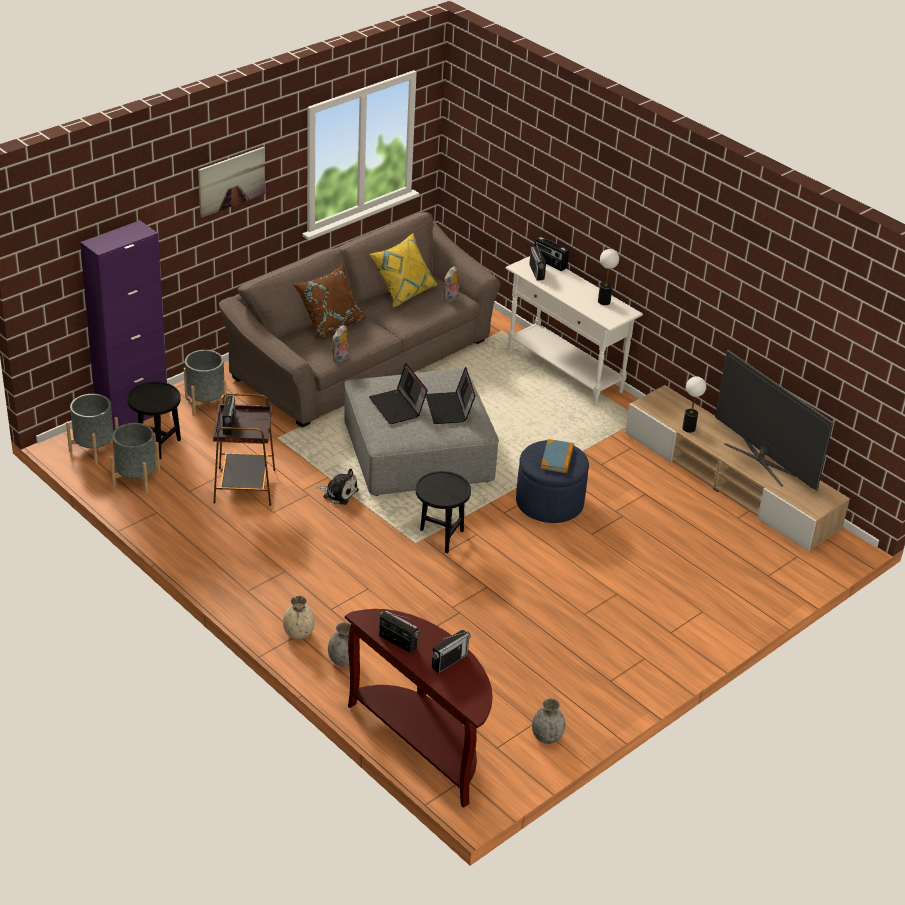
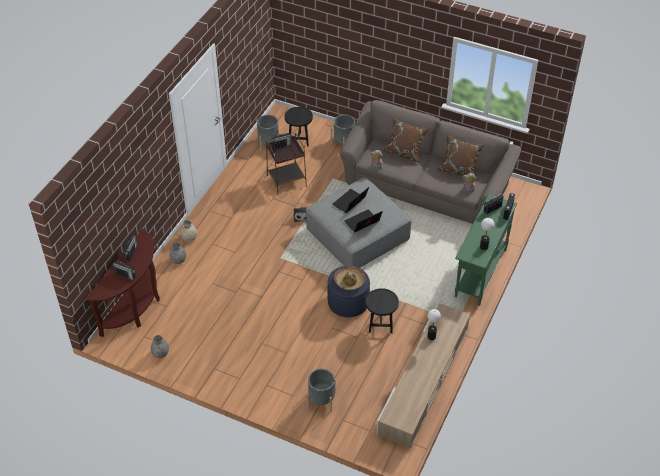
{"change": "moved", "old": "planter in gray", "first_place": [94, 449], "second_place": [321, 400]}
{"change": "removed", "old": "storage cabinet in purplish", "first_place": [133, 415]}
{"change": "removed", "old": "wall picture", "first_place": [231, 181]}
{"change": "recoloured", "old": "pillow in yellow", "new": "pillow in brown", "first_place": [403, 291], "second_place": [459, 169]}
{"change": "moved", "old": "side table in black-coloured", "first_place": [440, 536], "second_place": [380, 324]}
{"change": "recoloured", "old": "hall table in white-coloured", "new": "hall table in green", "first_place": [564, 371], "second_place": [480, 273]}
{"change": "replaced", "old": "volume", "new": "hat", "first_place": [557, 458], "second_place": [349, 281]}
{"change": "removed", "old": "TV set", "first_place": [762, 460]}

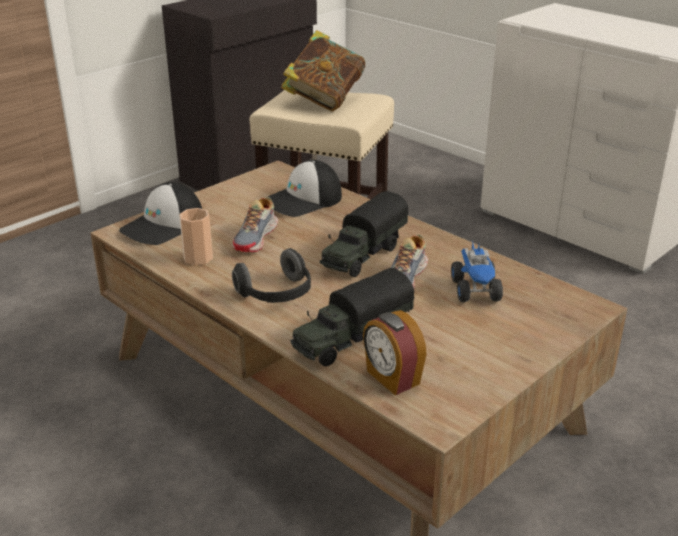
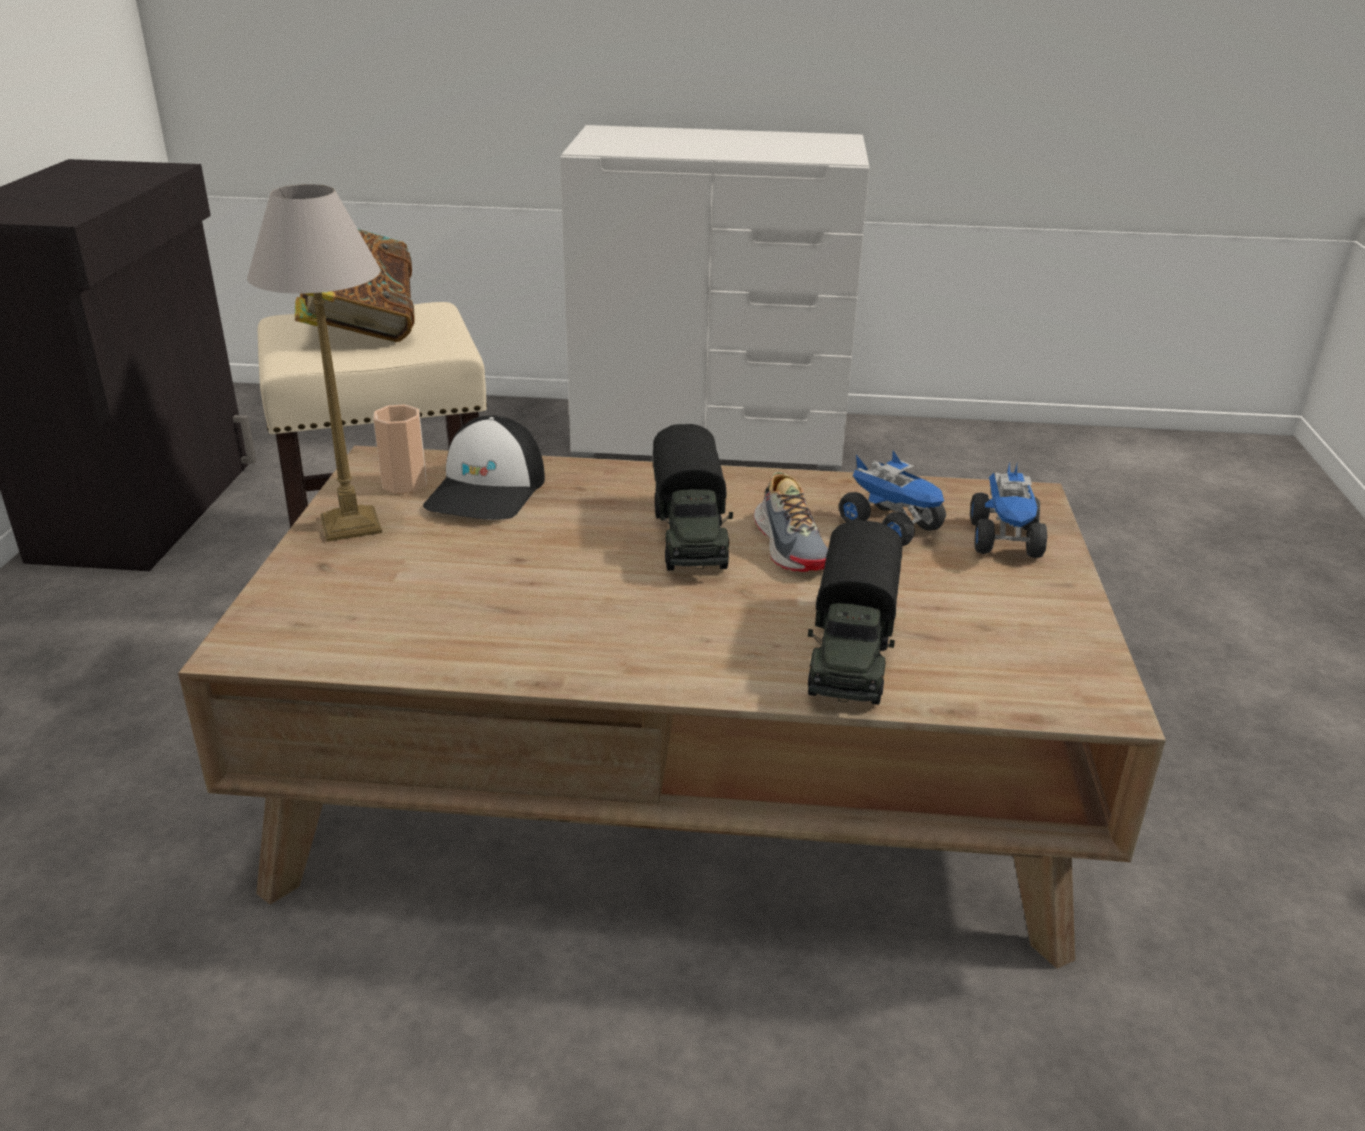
{"change": "removed", "old": "baseball cap", "first_place": [163, 226]}
{"change": "moved", "old": "cup", "first_place": [198, 258], "second_place": [404, 483]}
{"change": "removed", "old": "low shoe", "first_place": [256, 238]}
{"change": "removed", "old": "headphones", "first_place": [277, 295]}
{"change": "removed", "old": "alarm clock", "first_place": [392, 378]}
{"change": "added", "new": "lamp for a table", "second_place": [352, 524]}
{"change": "added", "new": "model truck", "second_place": [1006, 540]}

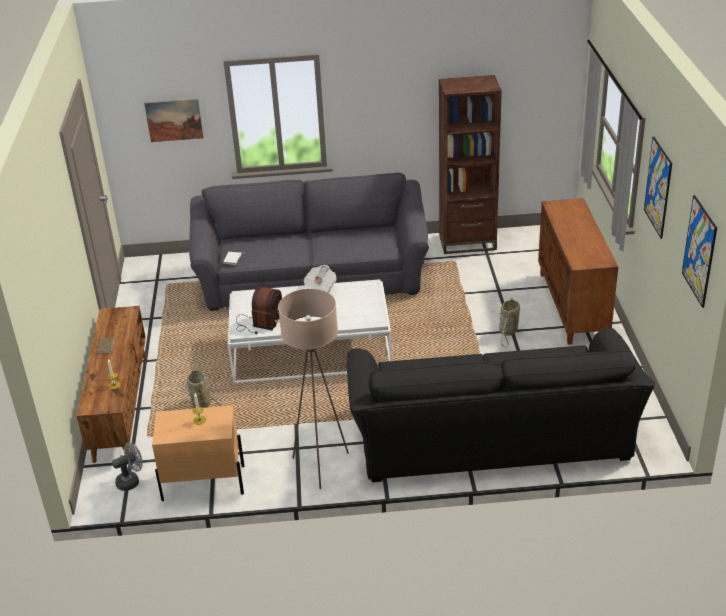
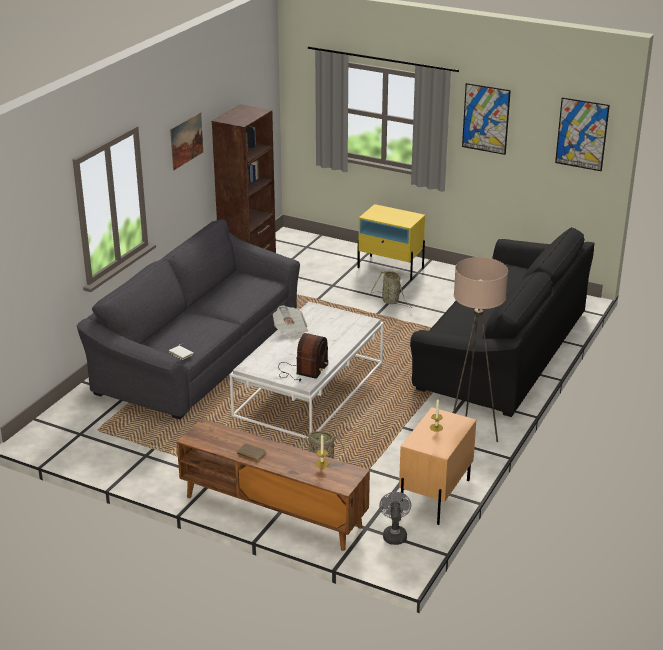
{"change": "moved", "old": "wall picture", "first_place": [174, 120], "second_place": [186, 140]}
{"change": "turned", "old": "radio set", "first_place": [259, 322], "second_place": [302, 370], "degrees": 60}
{"change": "replaced", "old": "storage cabinet in brown", "new": "bedside table in yellow", "first_place": [573, 306], "second_place": [390, 268]}

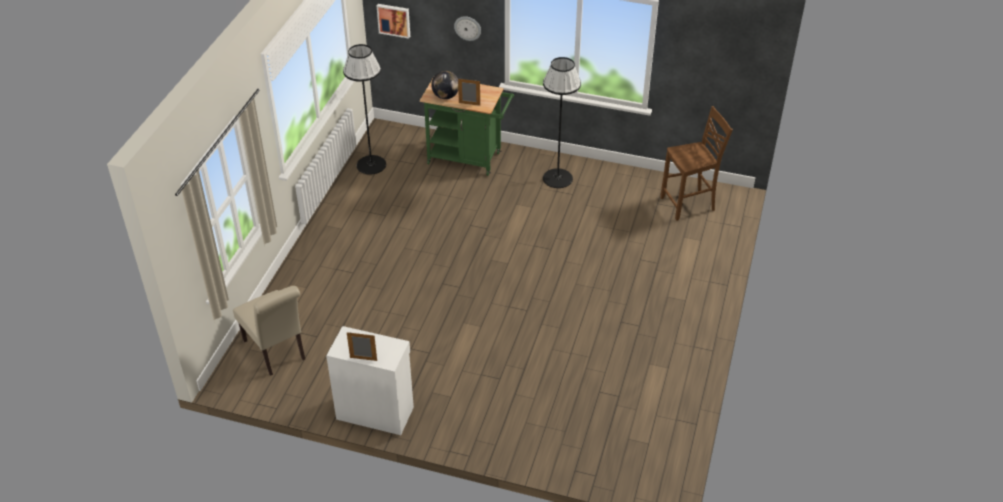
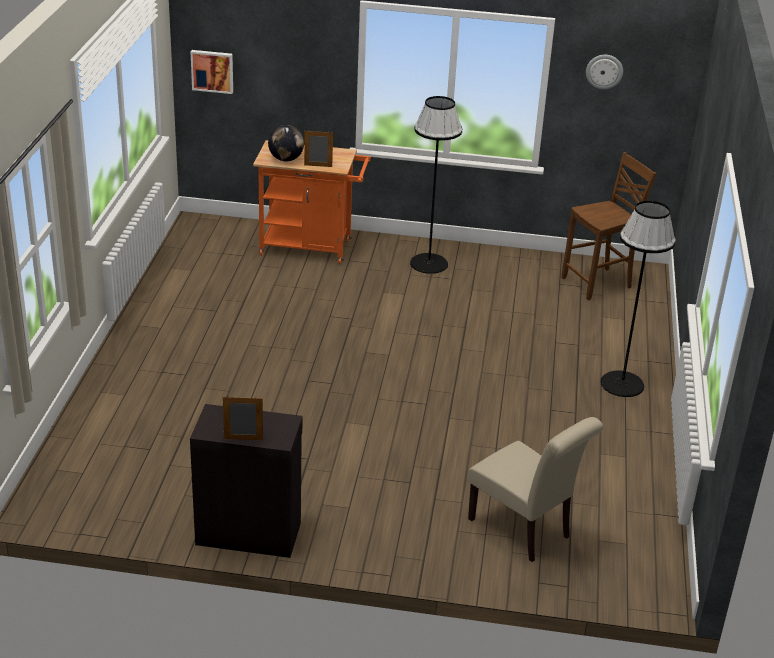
{"change": "moved", "old": "plain chair in beige", "first_place": [277, 352], "second_place": [524, 531]}
{"change": "recoloured", "old": "storage cabinet in white-coloured", "new": "storage cabinet in black-coloured", "first_place": [375, 412], "second_place": [248, 532]}
{"change": "moved", "old": "standing lamp in black-coloured", "first_place": [371, 164], "second_place": [622, 384]}
{"change": "recoloured", "old": "cart in green", "new": "cart in orange-coloured", "first_place": [468, 159], "second_place": [311, 248]}
{"change": "moved", "old": "clock on the wall", "first_place": [467, 28], "second_place": [604, 71]}

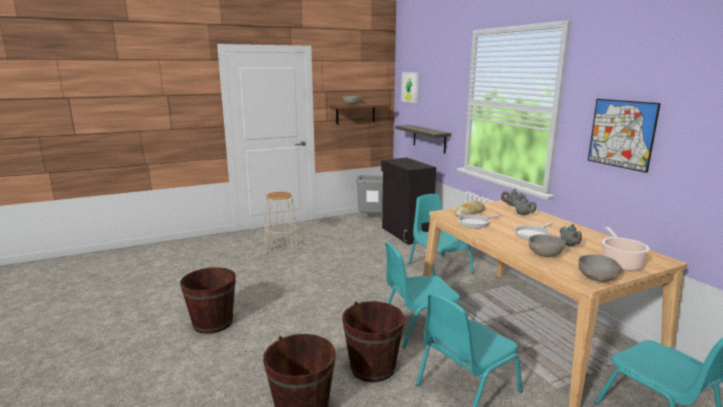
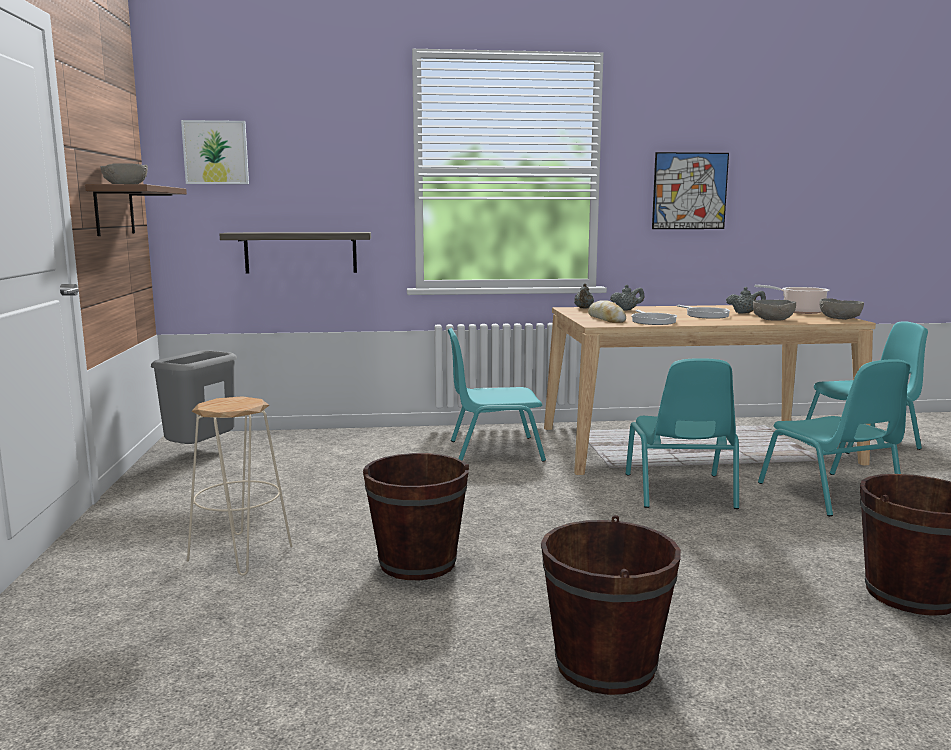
{"change": "moved", "old": "bucket in brown", "first_place": [373, 367], "second_place": [417, 563]}
{"change": "removed", "old": "storage cabinet in black-coloured", "first_place": [405, 234]}

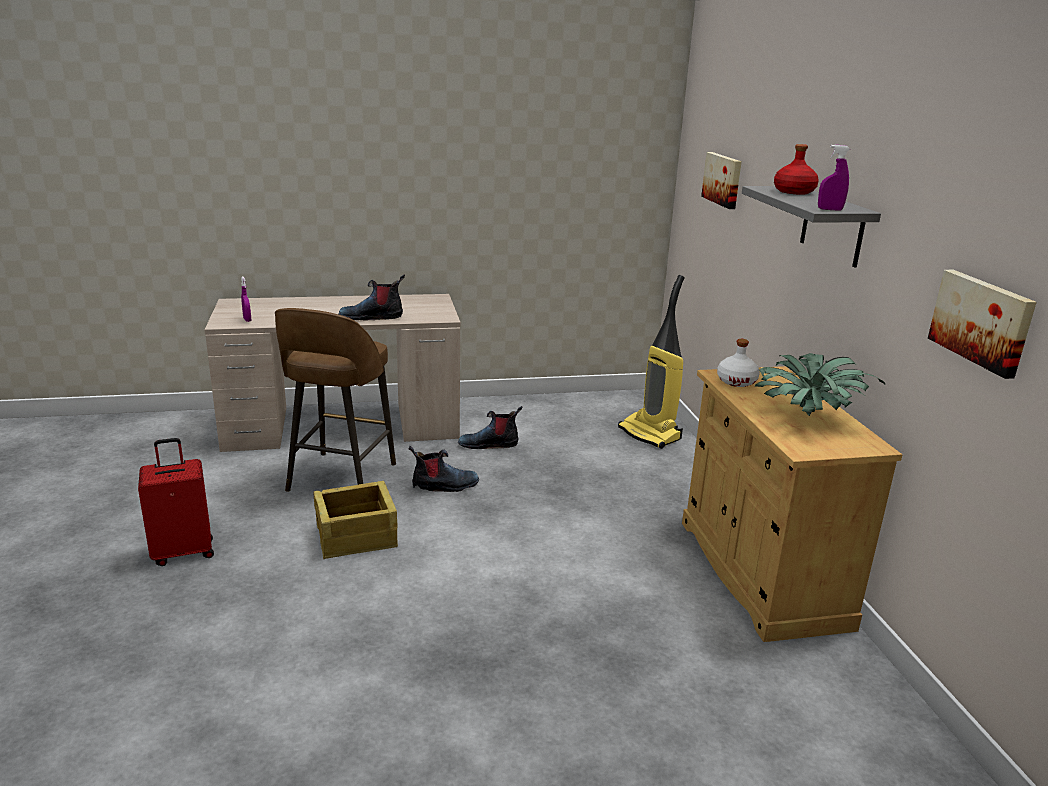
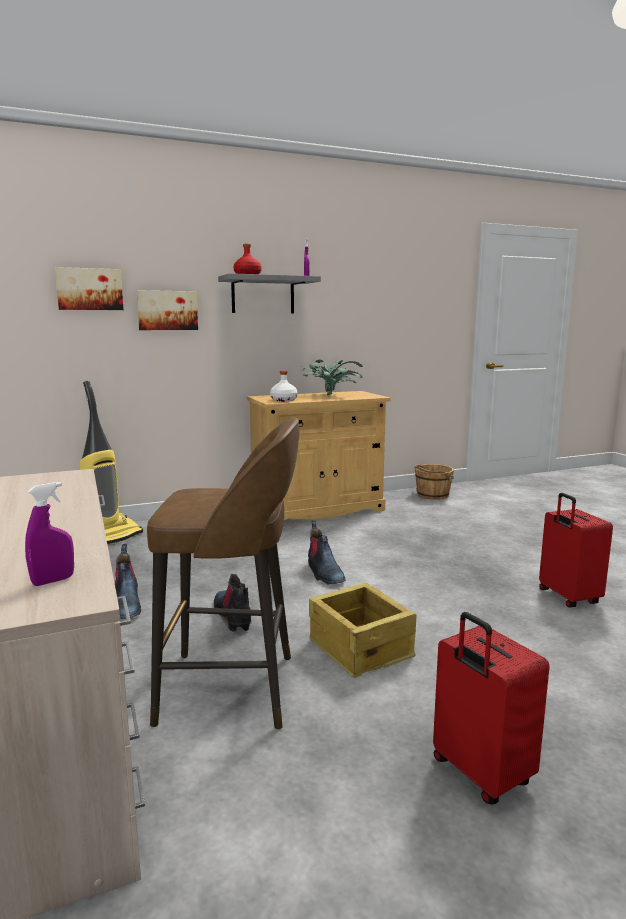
{"change": "moved", "old": "high-top boot", "first_place": [372, 317], "second_place": [324, 573]}
{"change": "moved", "old": "wall picture", "first_place": [982, 321], "second_place": [167, 310]}
{"change": "added", "new": "bucket in brown", "second_place": [432, 495]}
{"change": "added", "new": "travel case in reddish", "second_place": [567, 597]}

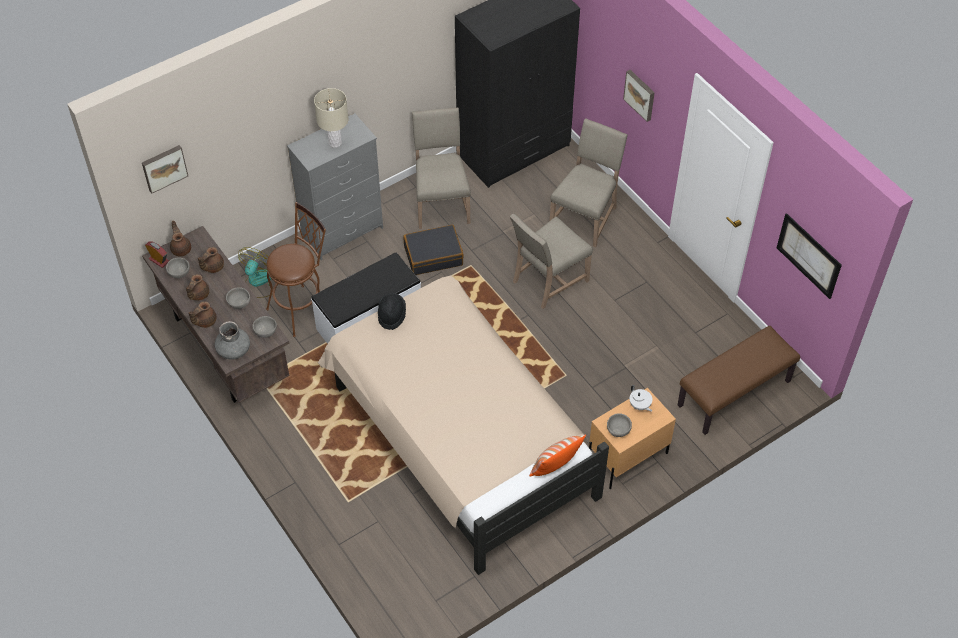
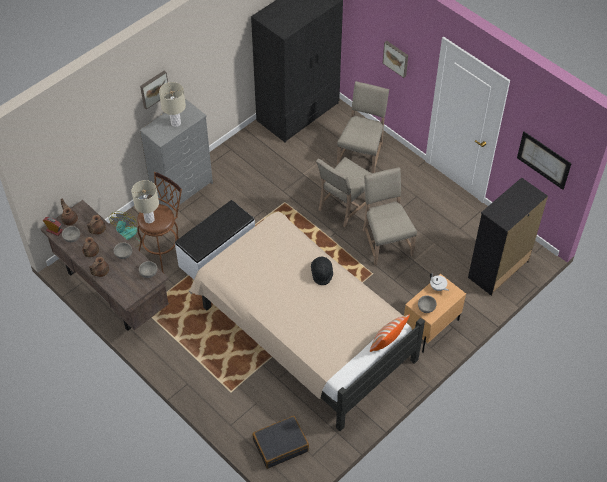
{"change": "moved", "old": "wall picture", "first_place": [164, 167], "second_place": [153, 89]}
{"change": "removed", "old": "decorative vase in gray", "first_place": [234, 350]}
{"change": "moved", "old": "hat in black-coloured", "first_place": [391, 315], "second_place": [322, 274]}
{"change": "moved", "old": "travel case in black-coloured", "first_place": [433, 255], "second_place": [280, 445]}
{"change": "moved", "old": "plain chair in beige", "first_place": [441, 203], "second_place": [385, 241]}
{"change": "replaced", "old": "bench in brown", "new": "dresser in black-coloured", "first_place": [734, 394], "second_place": [497, 269]}
{"change": "added", "new": "lamp for a table in beige", "second_place": [149, 219]}

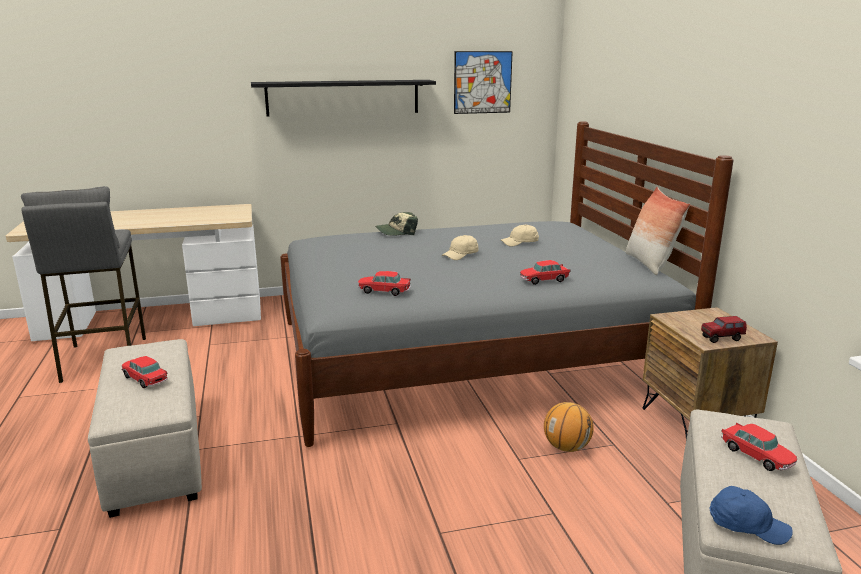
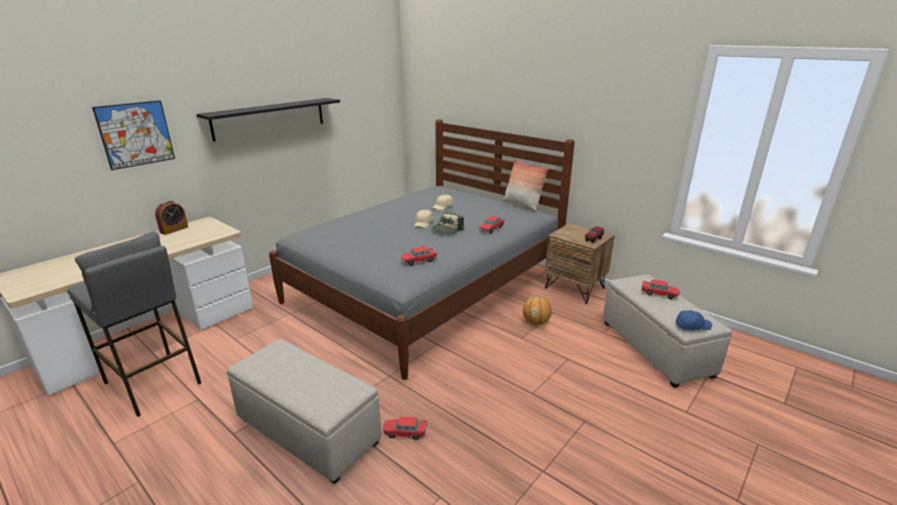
{"change": "moved", "old": "miniature car", "first_place": [145, 379], "second_place": [405, 432]}
{"change": "moved", "old": "baseball cap", "first_place": [397, 232], "second_place": [447, 230]}
{"change": "moved", "old": "wall picture", "first_place": [482, 82], "second_place": [136, 134]}
{"change": "added", "new": "alarm clock", "second_place": [174, 229]}

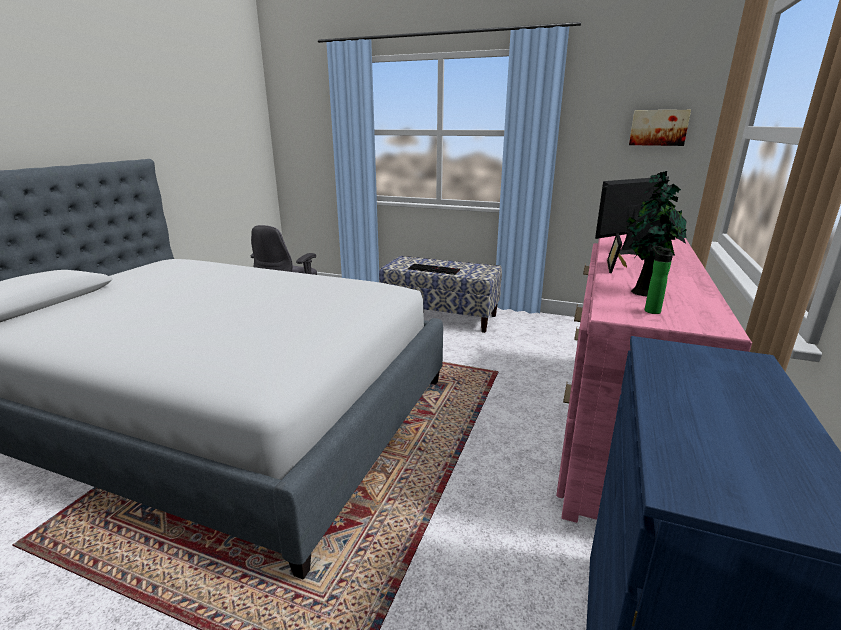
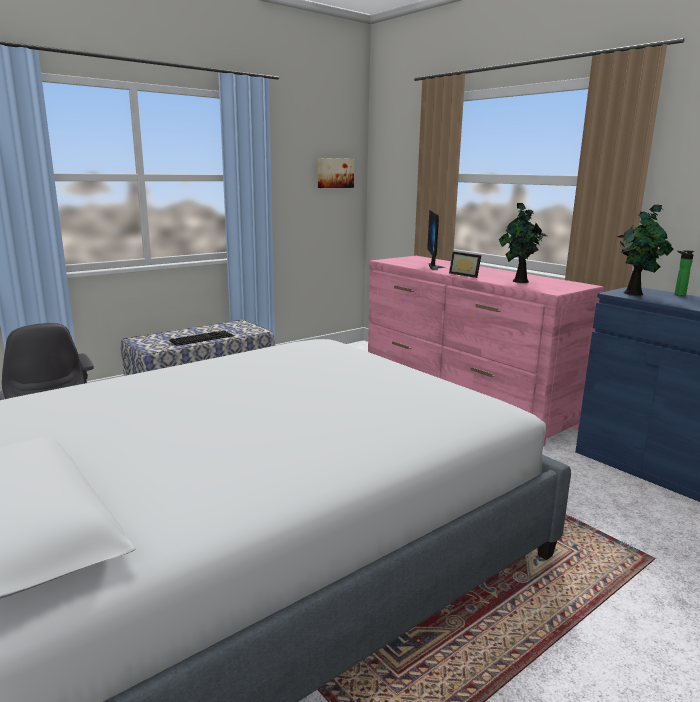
{"change": "moved", "old": "bottle", "first_place": [651, 310], "second_place": [678, 294]}
{"change": "added", "new": "plant in a pot", "second_place": [635, 293]}

